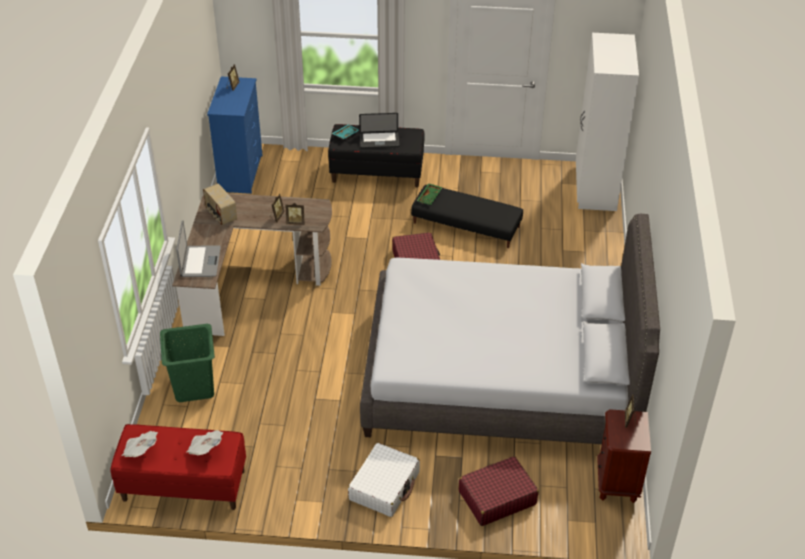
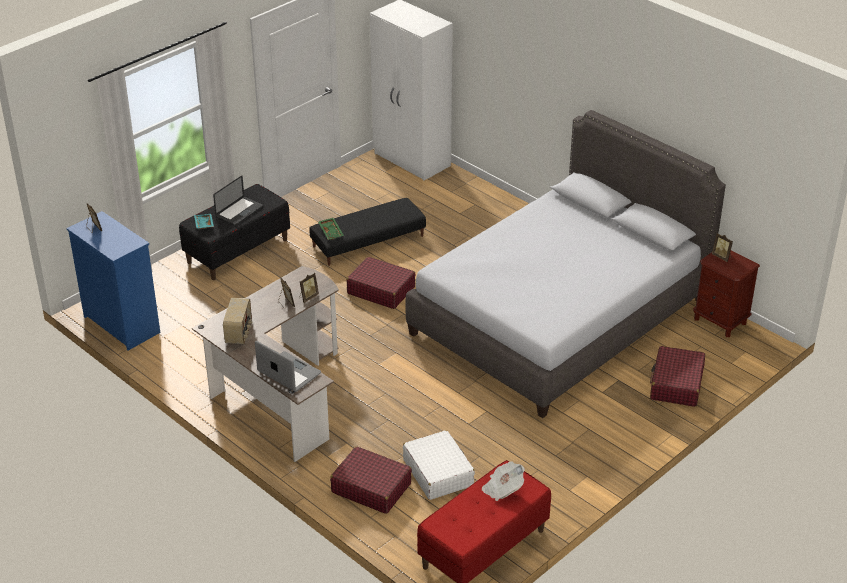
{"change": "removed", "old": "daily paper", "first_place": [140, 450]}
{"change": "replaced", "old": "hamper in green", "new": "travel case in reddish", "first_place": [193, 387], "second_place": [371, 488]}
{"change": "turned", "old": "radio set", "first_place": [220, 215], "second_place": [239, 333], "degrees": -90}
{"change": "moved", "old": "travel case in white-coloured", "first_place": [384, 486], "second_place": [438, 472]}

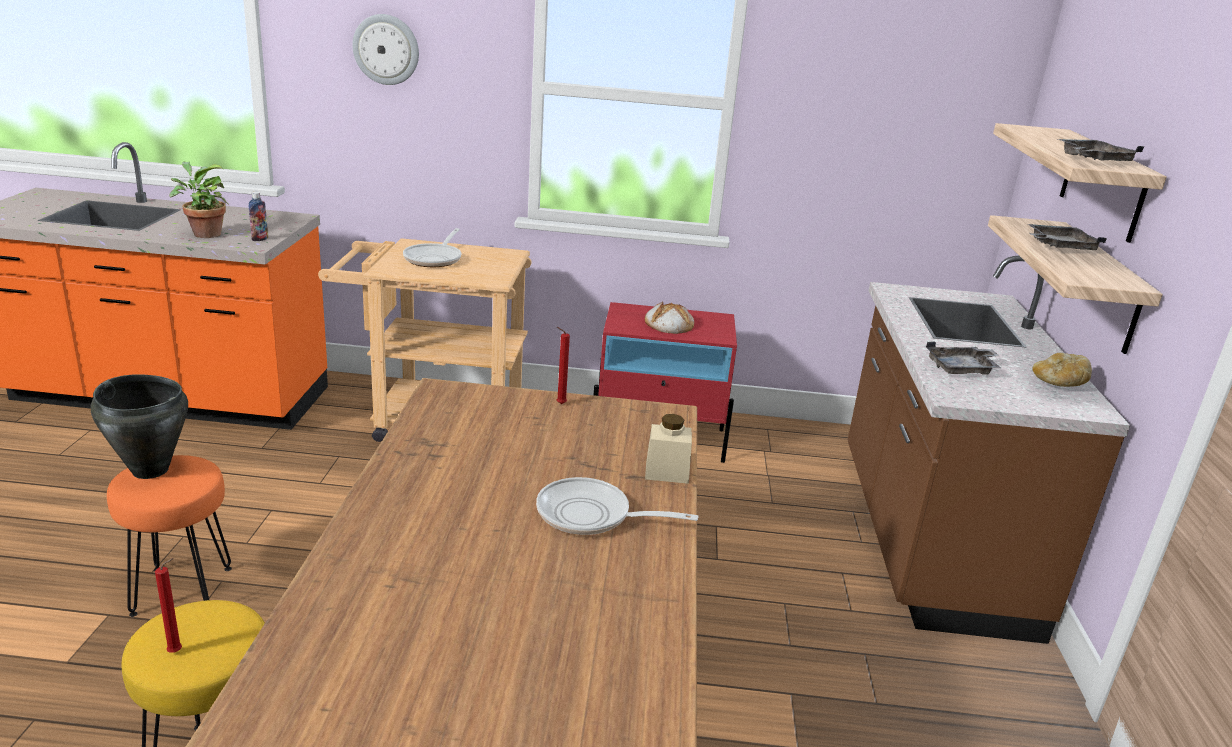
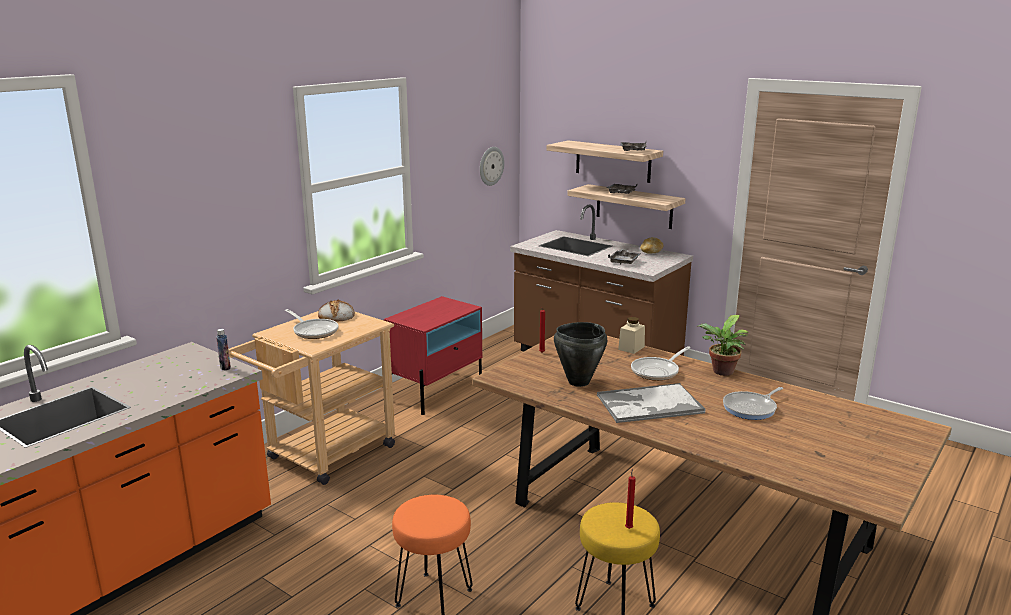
{"change": "moved", "old": "stockpot in black-coloured", "first_place": [150, 469], "second_place": [578, 382]}
{"change": "moved", "old": "plant in a pot", "first_place": [204, 233], "second_place": [721, 372]}
{"change": "moved", "old": "clock on the wall", "first_place": [386, 49], "second_place": [490, 166]}
{"change": "moved", "old": "bakery bread", "first_place": [668, 324], "second_place": [336, 316]}
{"change": "added", "new": "tray", "second_place": [648, 404]}
{"change": "added", "new": "skillet", "second_place": [751, 408]}

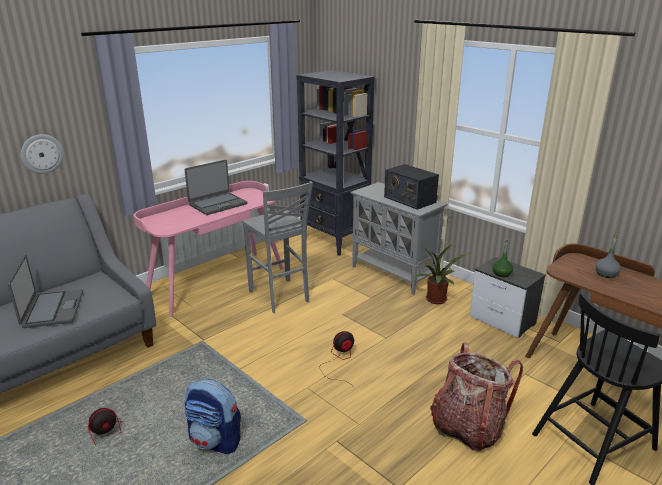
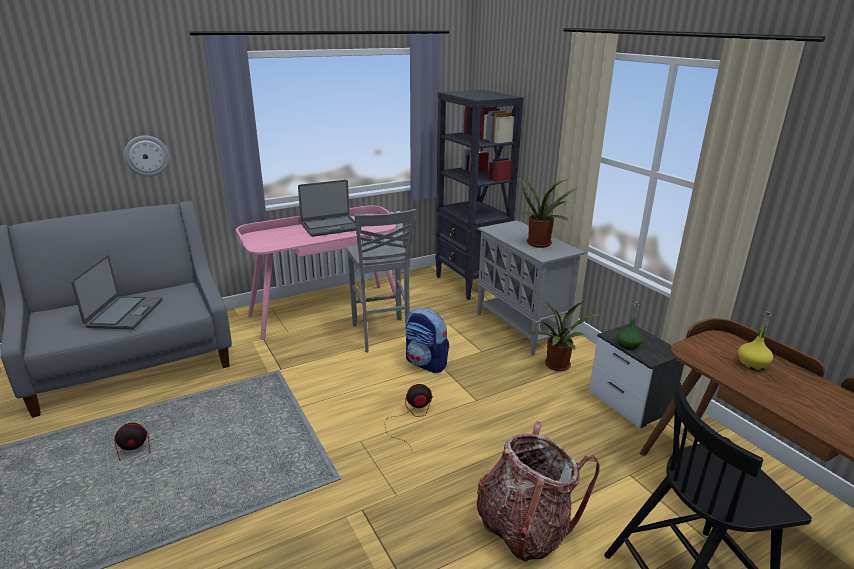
{"change": "moved", "old": "knapsack", "first_place": [215, 441], "second_place": [426, 363]}
{"change": "replaced", "old": "radio set", "new": "plant in a pot", "first_place": [409, 199], "second_place": [540, 243]}
{"change": "recoloured", "old": "bottle in gray", "new": "bottle in yellow", "first_place": [606, 274], "second_place": [752, 364]}

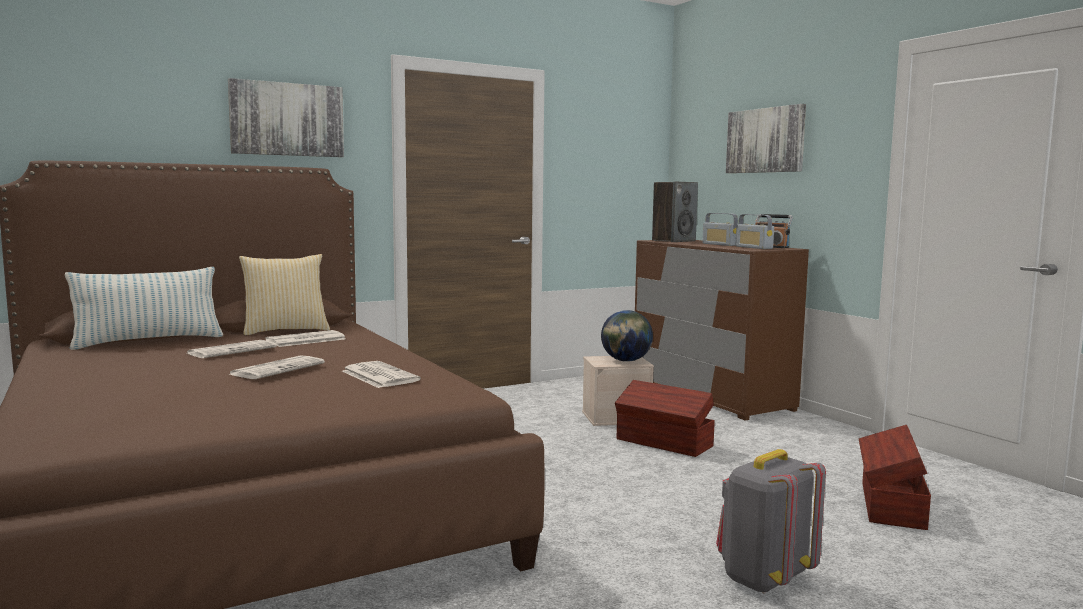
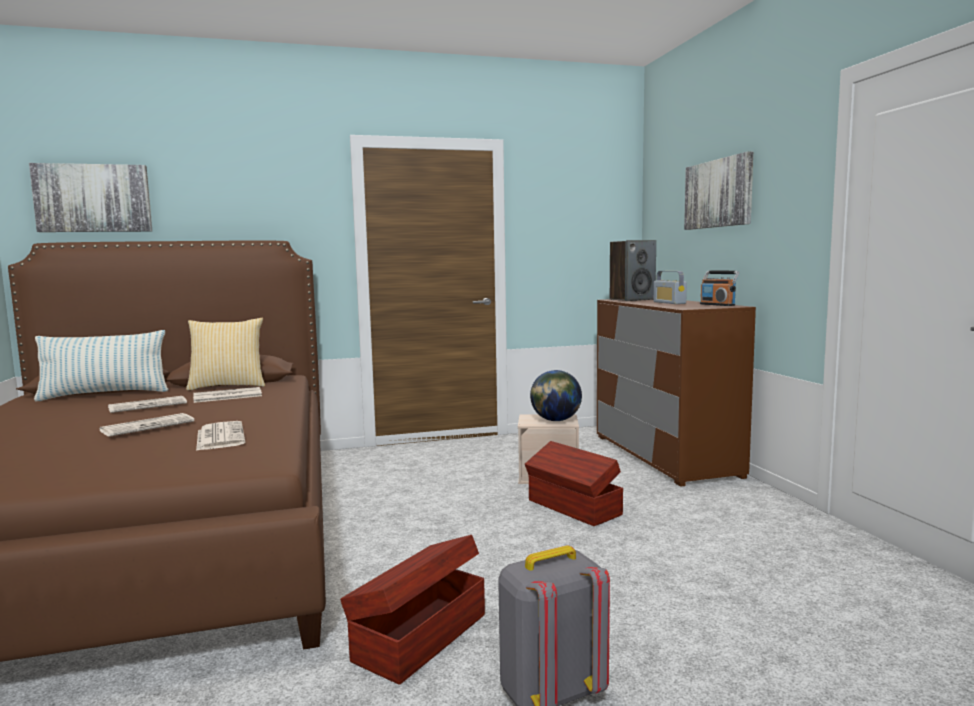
{"change": "moved", "old": "wall picture", "first_place": [287, 119], "second_place": [93, 198]}
{"change": "removed", "old": "radio set", "first_place": [753, 247]}
{"change": "moved", "old": "storage box in brown", "first_place": [890, 505], "second_place": [418, 637]}

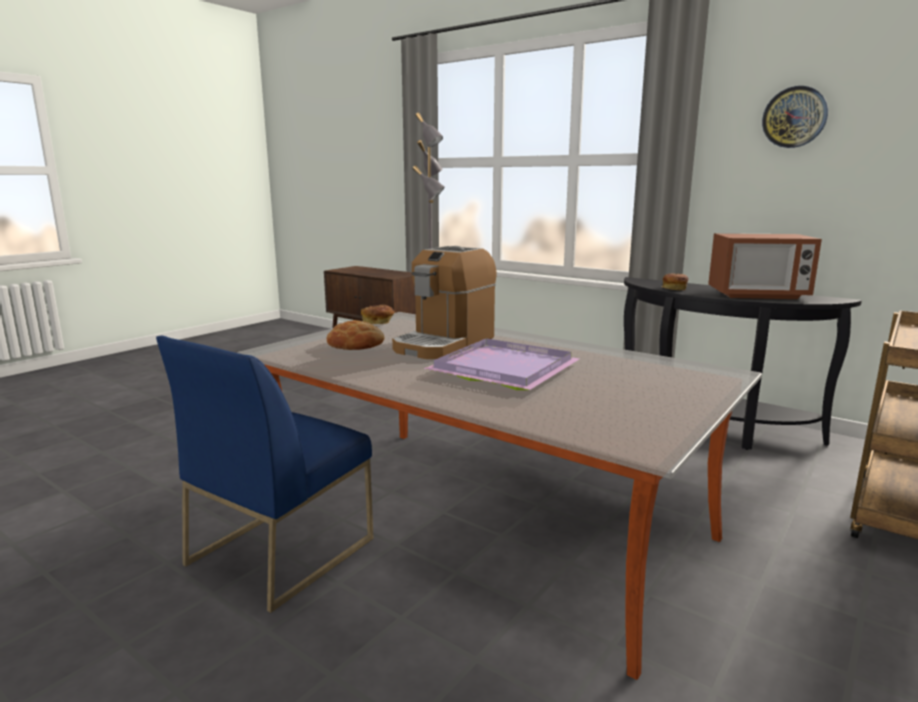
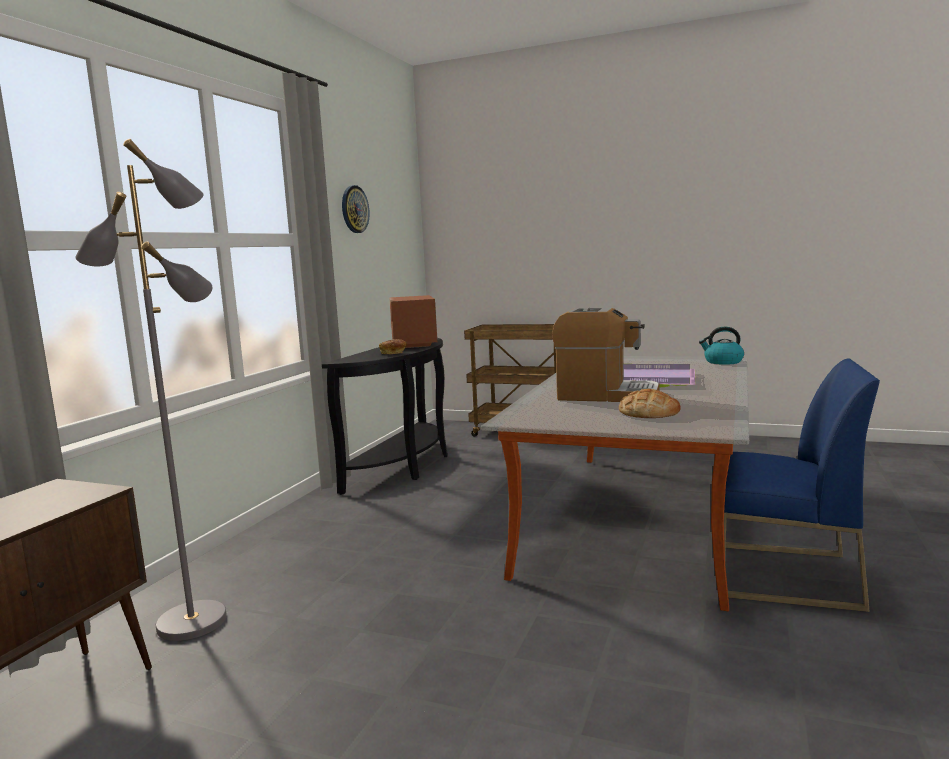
{"change": "removed", "old": "bakery bread", "first_place": [378, 322]}
{"change": "added", "new": "kettle", "second_place": [722, 362]}

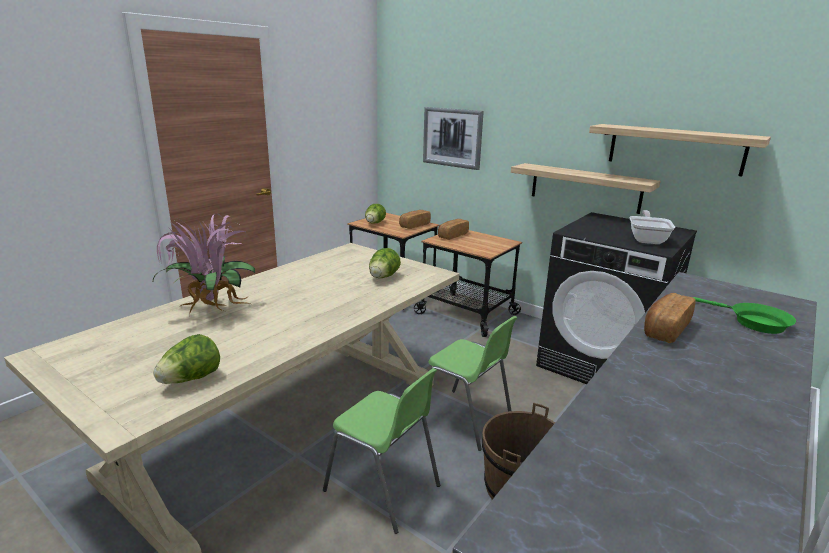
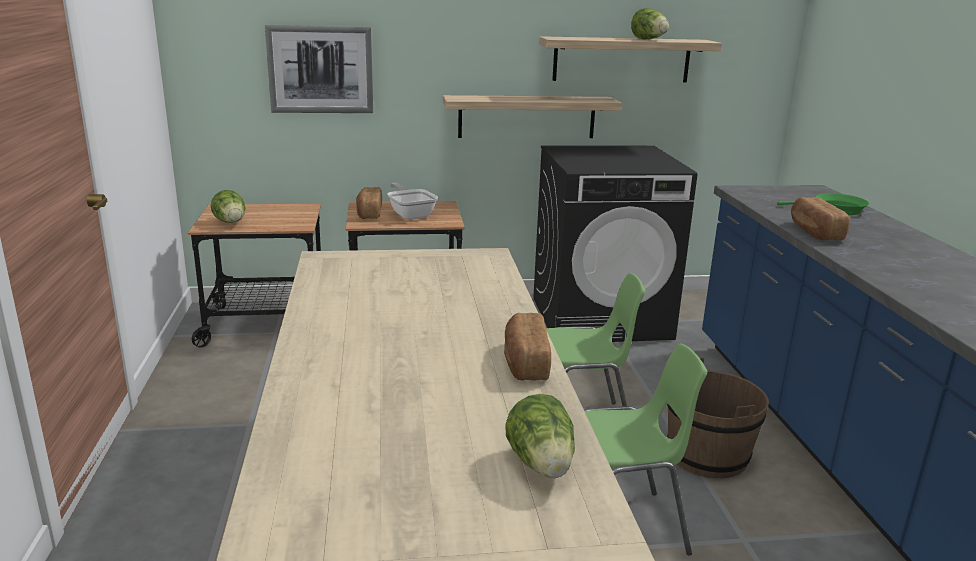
{"change": "removed", "old": "plant in a pot", "first_place": [210, 310]}
{"change": "moved", "old": "lettuce", "first_place": [383, 277], "second_place": [649, 39]}
{"change": "moved", "old": "bakery bread", "first_place": [414, 225], "second_place": [525, 362]}
{"change": "moved", "old": "skillet", "first_place": [647, 239], "second_place": [410, 214]}

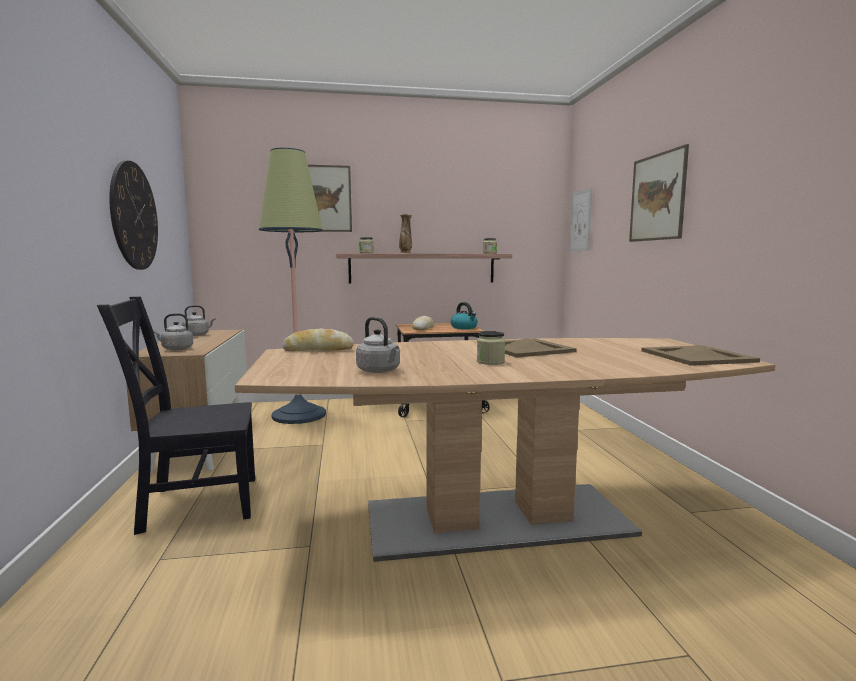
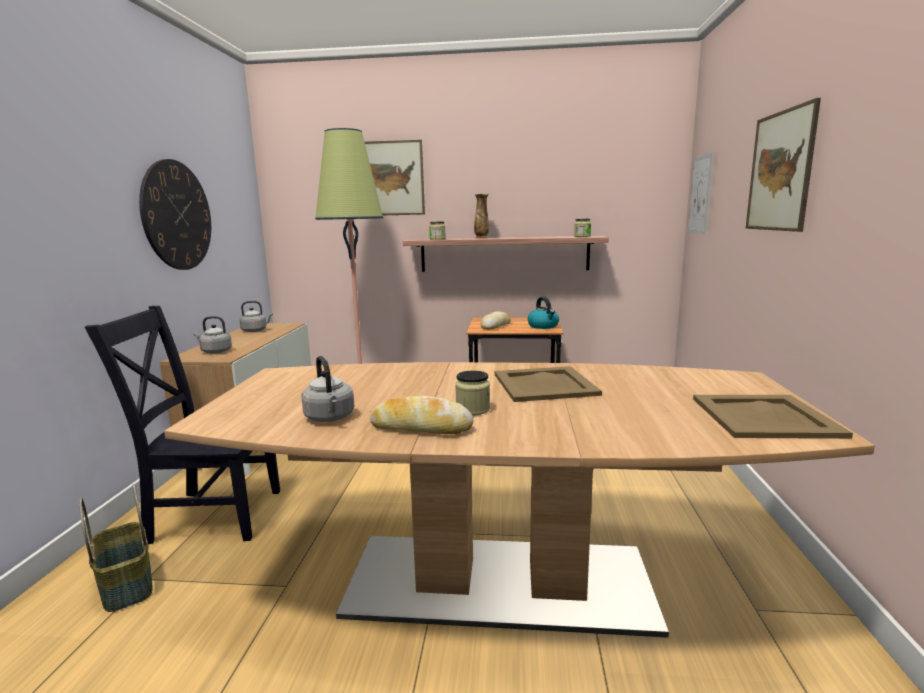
{"change": "moved", "old": "bakery bread", "first_place": [318, 350], "second_place": [421, 427]}
{"change": "added", "new": "basket", "second_place": [125, 584]}

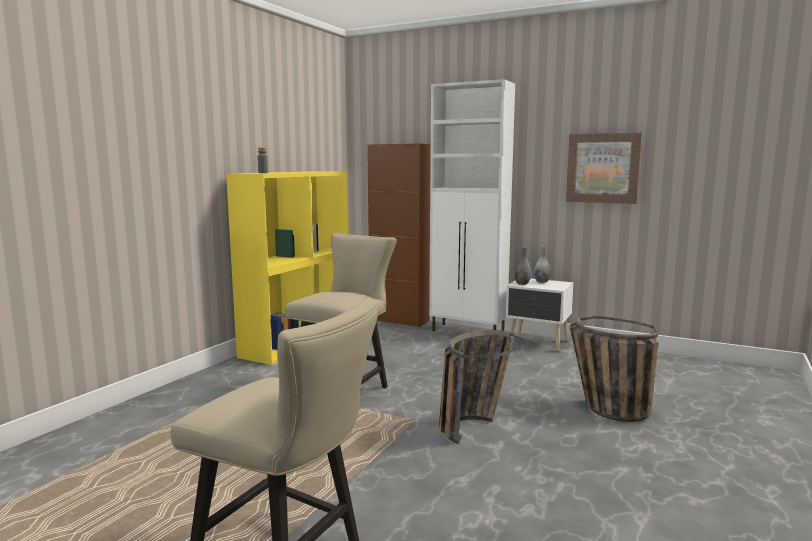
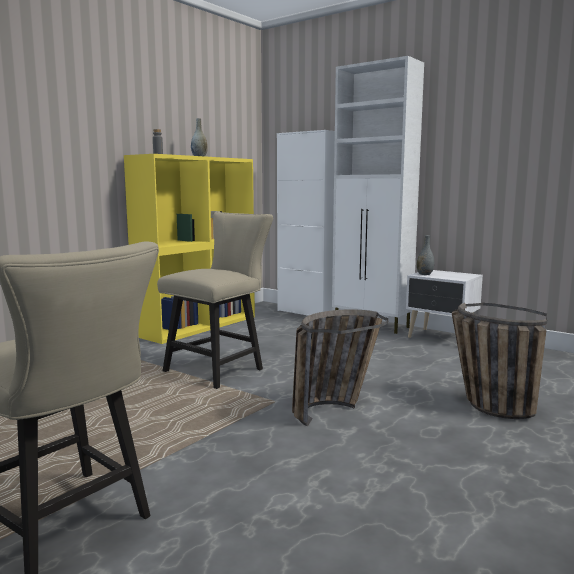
{"change": "recoloured", "old": "storage cabinet in brown", "new": "storage cabinet in white-coloured", "first_place": [399, 320], "second_place": [306, 312]}
{"change": "moved", "old": "decorative vase in gray", "first_place": [541, 282], "second_place": [199, 157]}
{"change": "removed", "old": "wall picture", "first_place": [603, 168]}

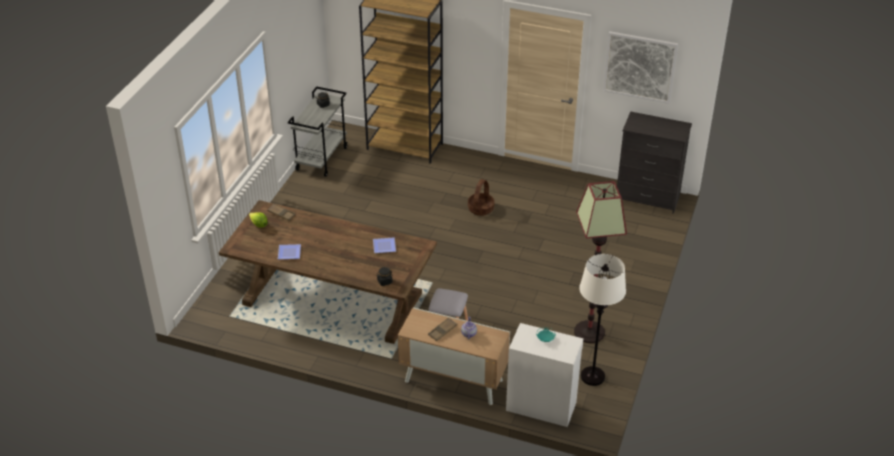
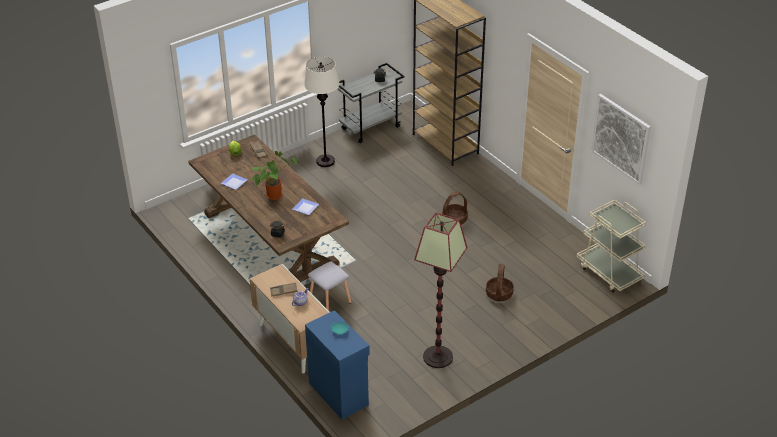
{"change": "recoloured", "old": "storage cabinet in white-coloured", "new": "storage cabinet in blue-coloured", "first_place": [541, 405], "second_place": [339, 393]}
{"change": "moved", "old": "standing lamp in white-coloured", "first_place": [592, 376], "second_place": [325, 161]}
{"change": "replaced", "old": "dresser in black-coloured", "new": "cart in beige", "first_place": [648, 198], "second_place": [609, 272]}
{"change": "added", "new": "plant in a pot", "second_place": [275, 194]}
{"change": "added", "new": "basket", "second_place": [499, 293]}

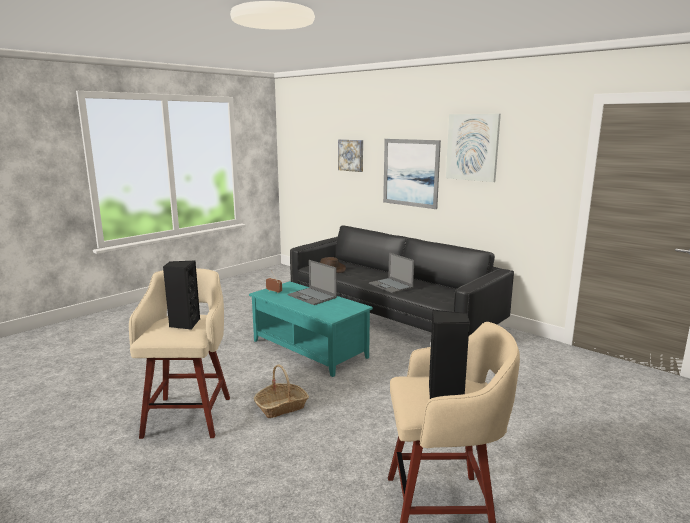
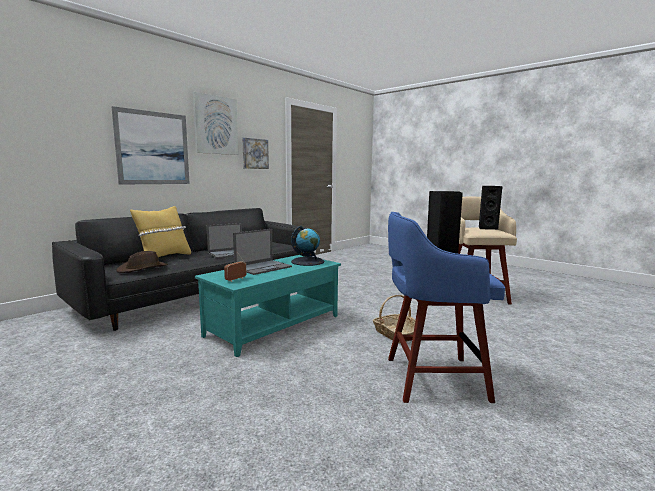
{"change": "recoloured", "old": "stool in beige", "new": "stool in blue-coloured", "first_place": [189, 415], "second_place": [431, 378]}
{"change": "moved", "old": "wall picture", "first_place": [351, 155], "second_place": [254, 153]}
{"change": "added", "new": "pillow in yellow", "second_place": [164, 257]}
{"change": "added", "new": "world globe", "second_place": [307, 261]}

